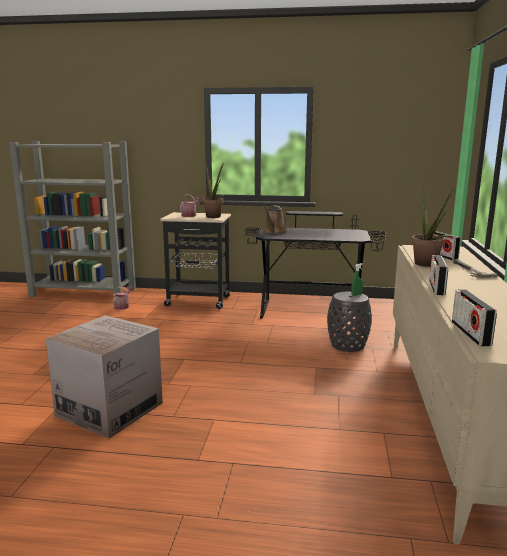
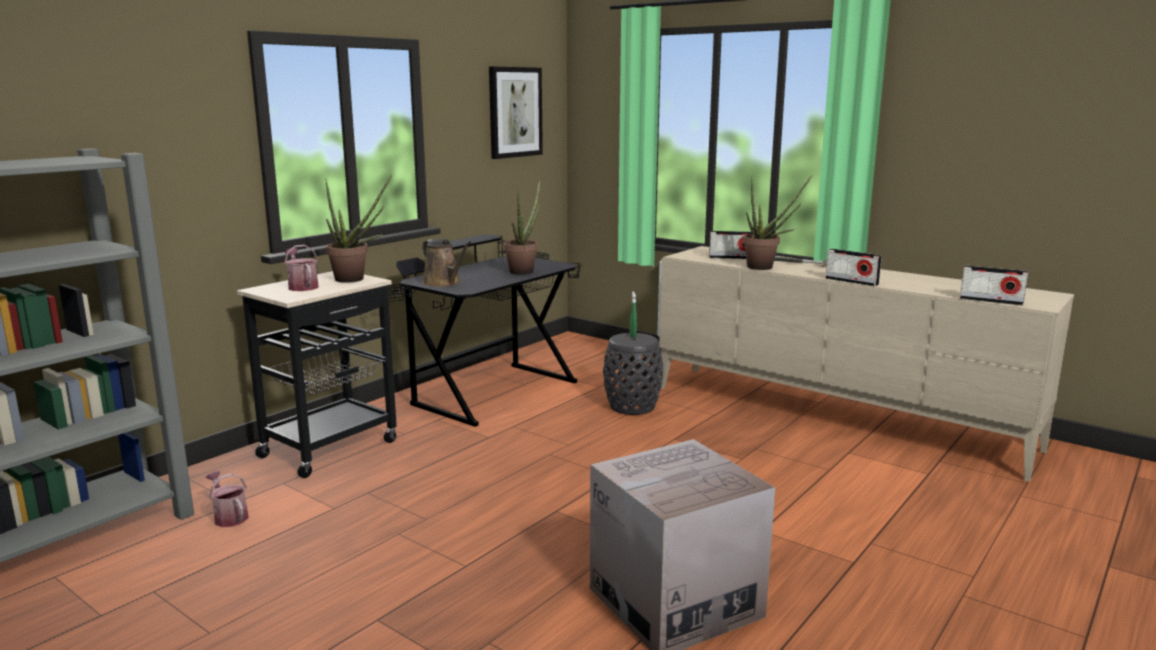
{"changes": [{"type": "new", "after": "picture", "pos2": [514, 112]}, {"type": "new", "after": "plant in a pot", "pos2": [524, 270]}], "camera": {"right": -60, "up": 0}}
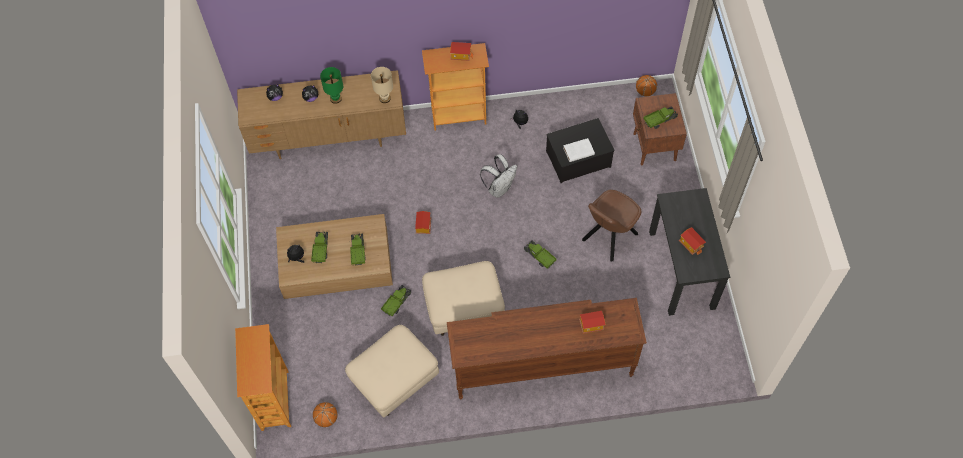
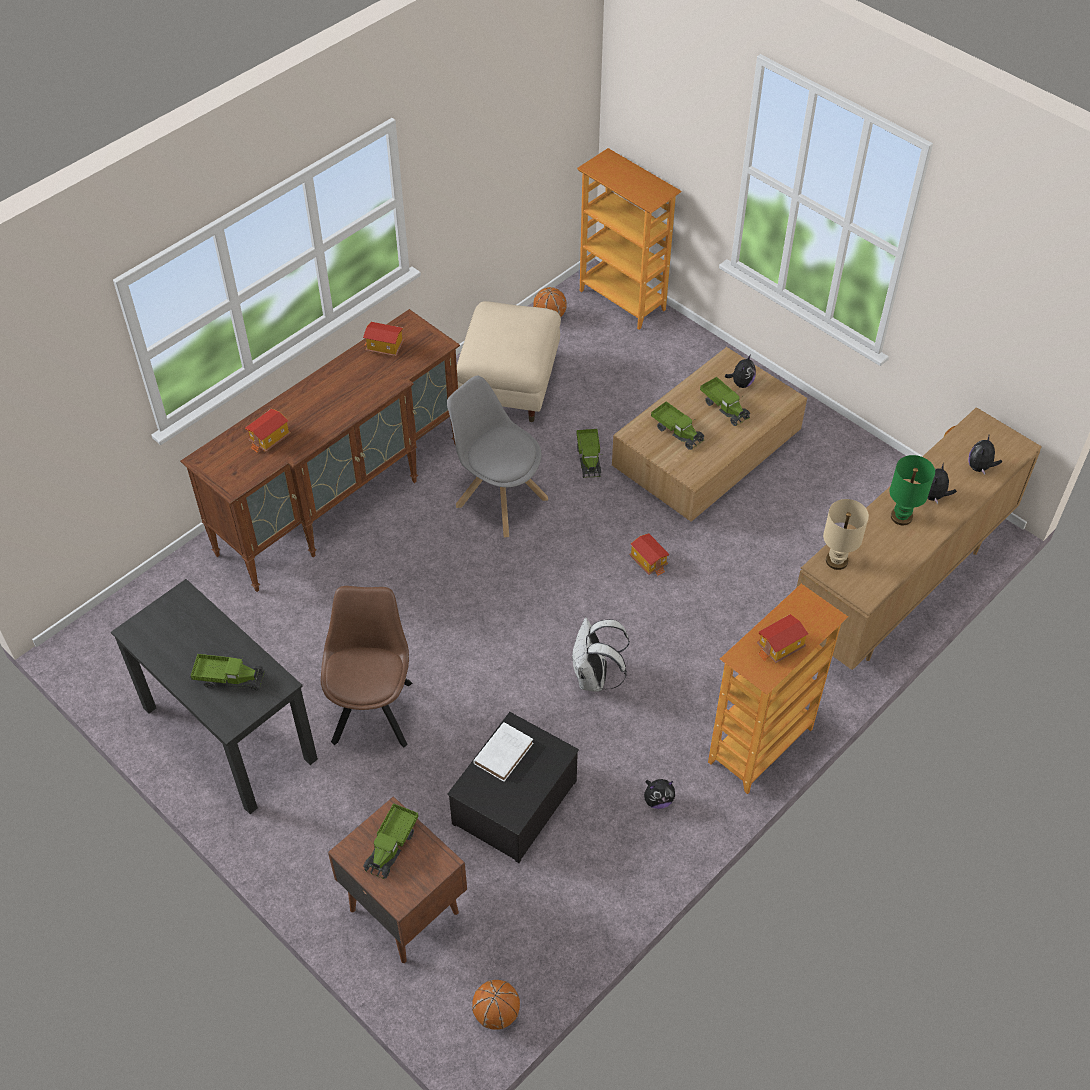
{"changes": [{"type": "swapped", "before": "pouffe (sand-coloured)", "after": "upright chair (greyish)", "pos1": [463, 310], "pos2": [498, 500]}, {"type": "shifted", "before": "toy truck", "pos1": [539, 257], "pos2": [229, 678]}, {"type": "shifted", "before": "miniature house", "pos1": [691, 244], "pos2": [384, 348]}], "camera": {"right": 140, "up": -10}}
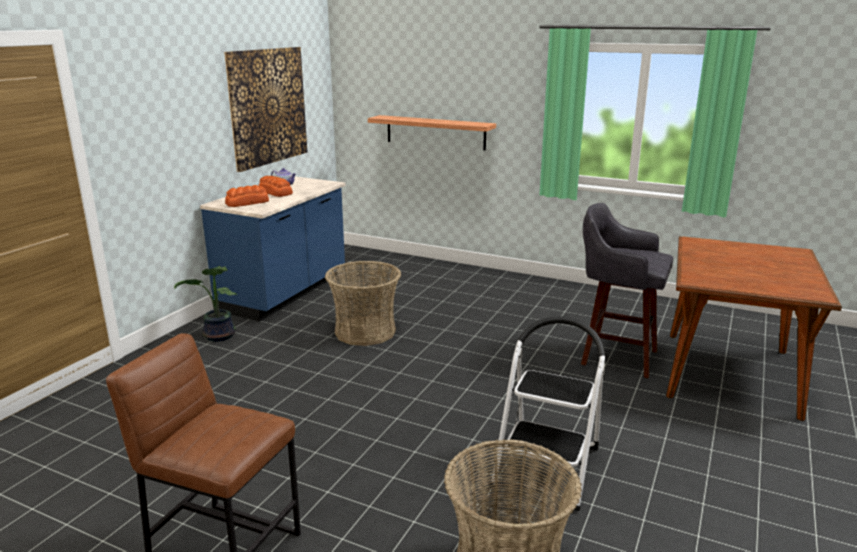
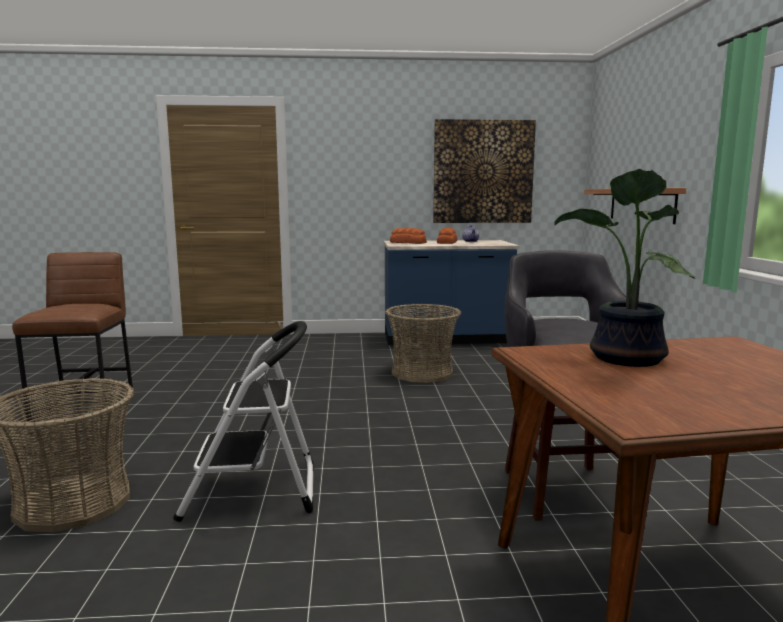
{"changes": [{"type": "shifted", "before": "plant in a pot", "pos1": [218, 336], "pos2": [623, 359]}], "camera": {"right": 60, "up": -10}}
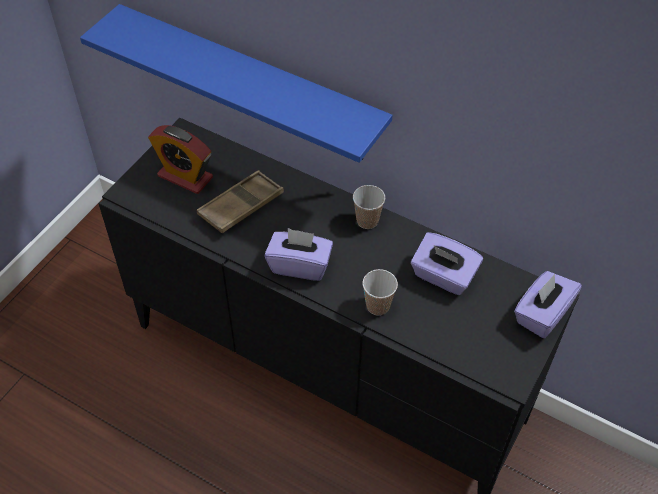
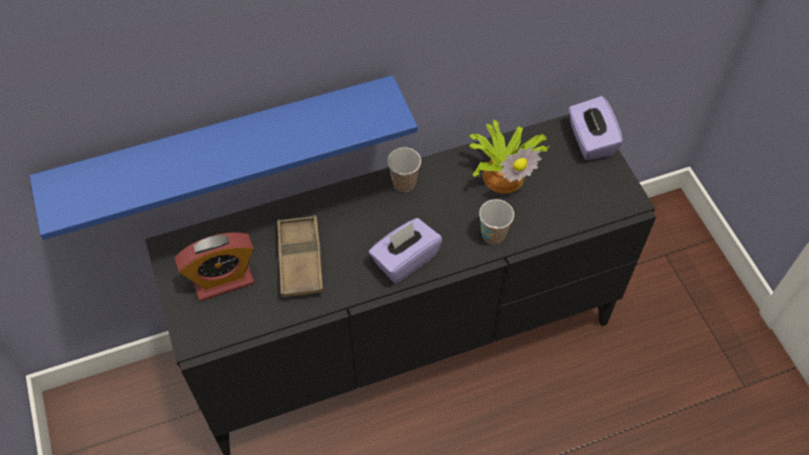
{"changes": [{"type": "swapped", "before": "tissue holder (purple)", "after": "plant in a pot", "pos1": [443, 276], "pos2": [504, 174]}], "camera": {"right": -50, "up": 5}}
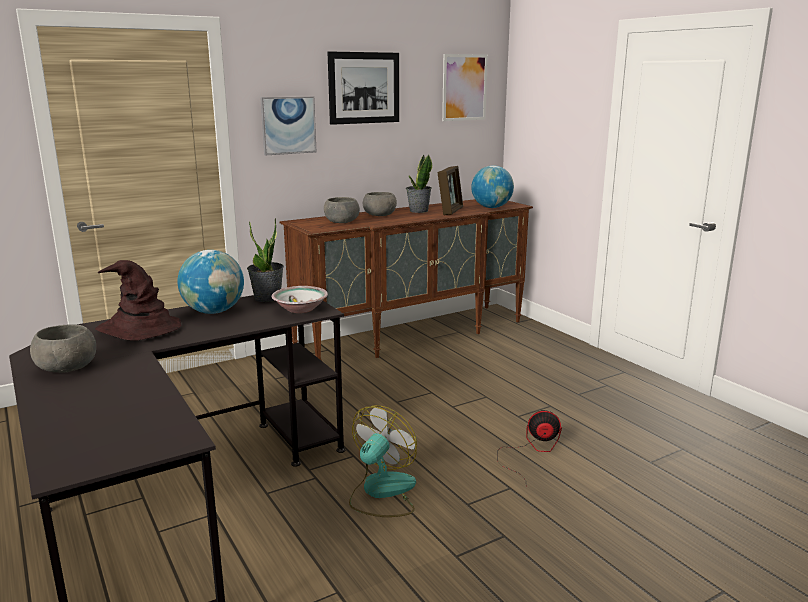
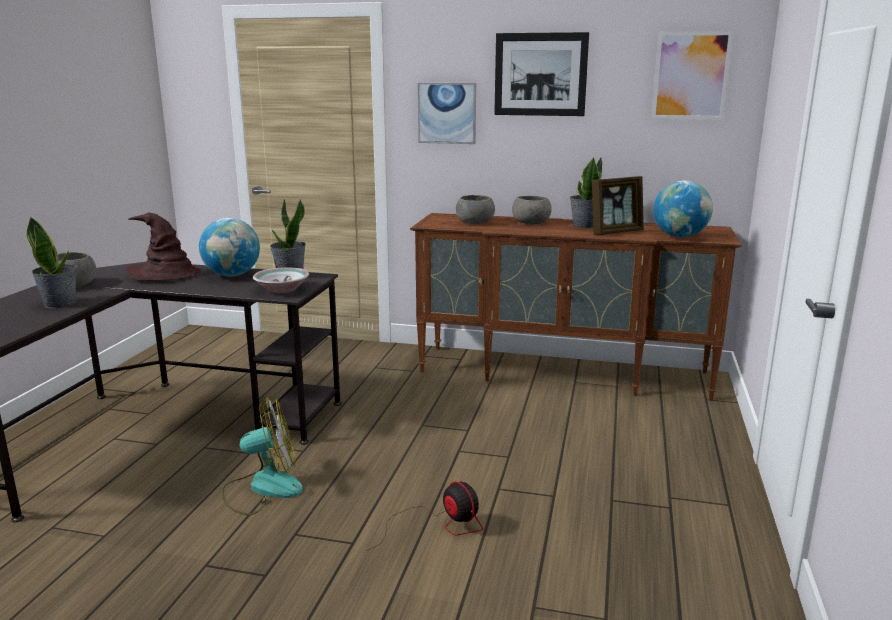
{"changes": [{"type": "new", "after": "plant in a pot", "pos2": [60, 303]}], "camera": {"right": 45, "up": 0}}
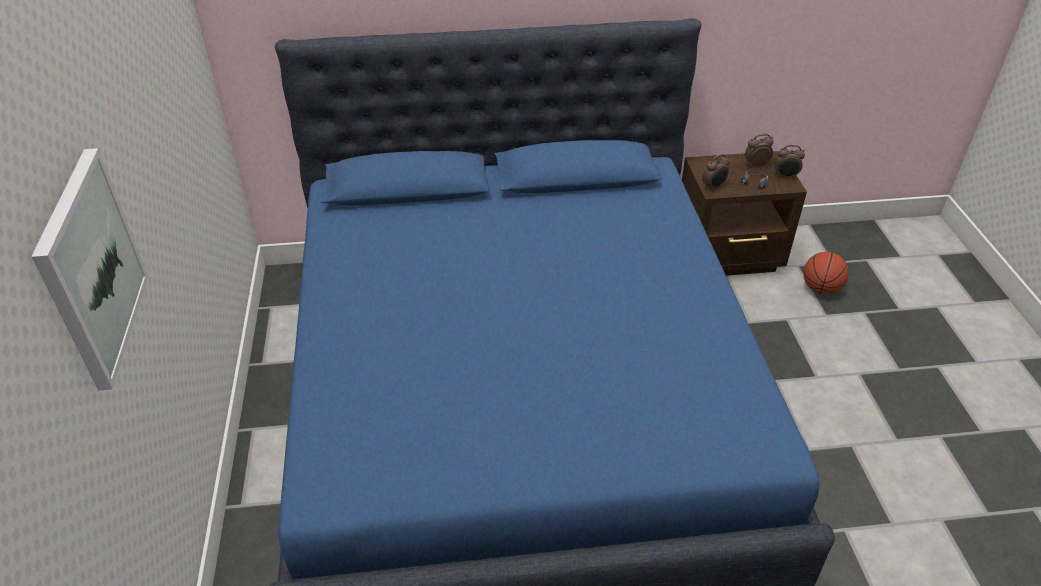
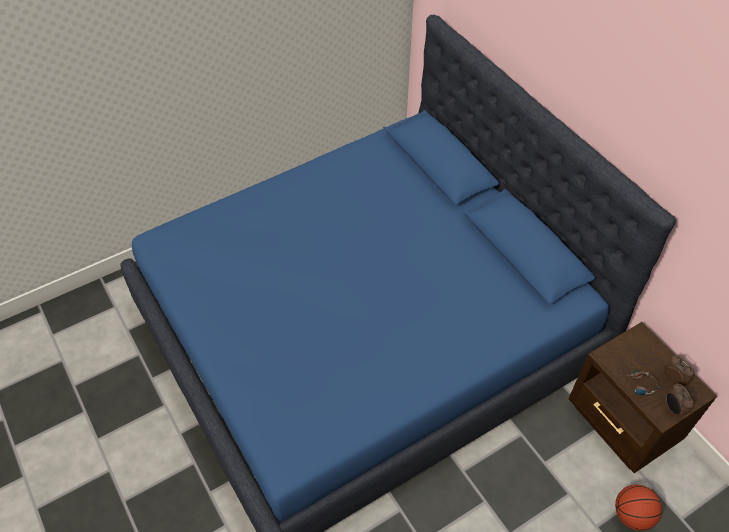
{"changes": [{"type": "gone", "before": "picture", "pos1": [91, 268]}, {"type": "gone", "before": "table clock", "pos1": [713, 187]}], "camera": {"right": 65, "up": 10}}
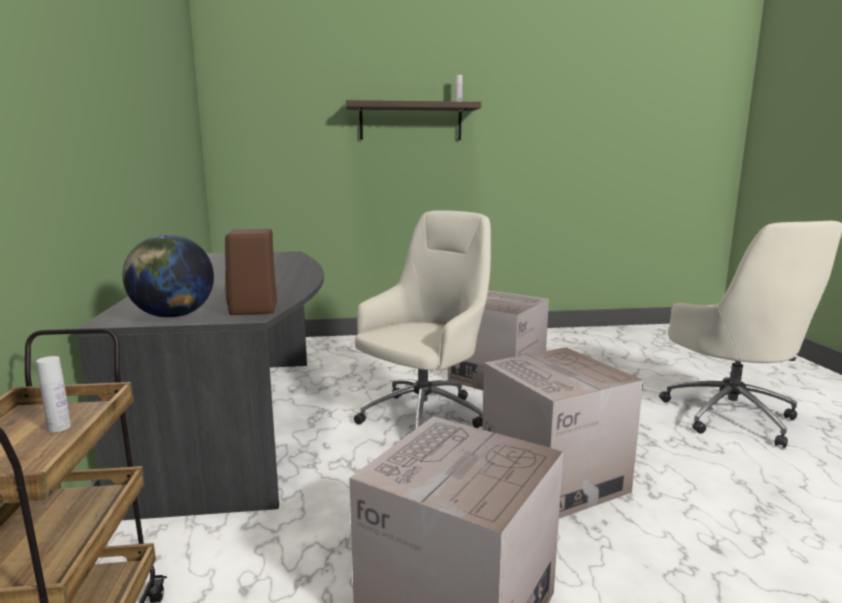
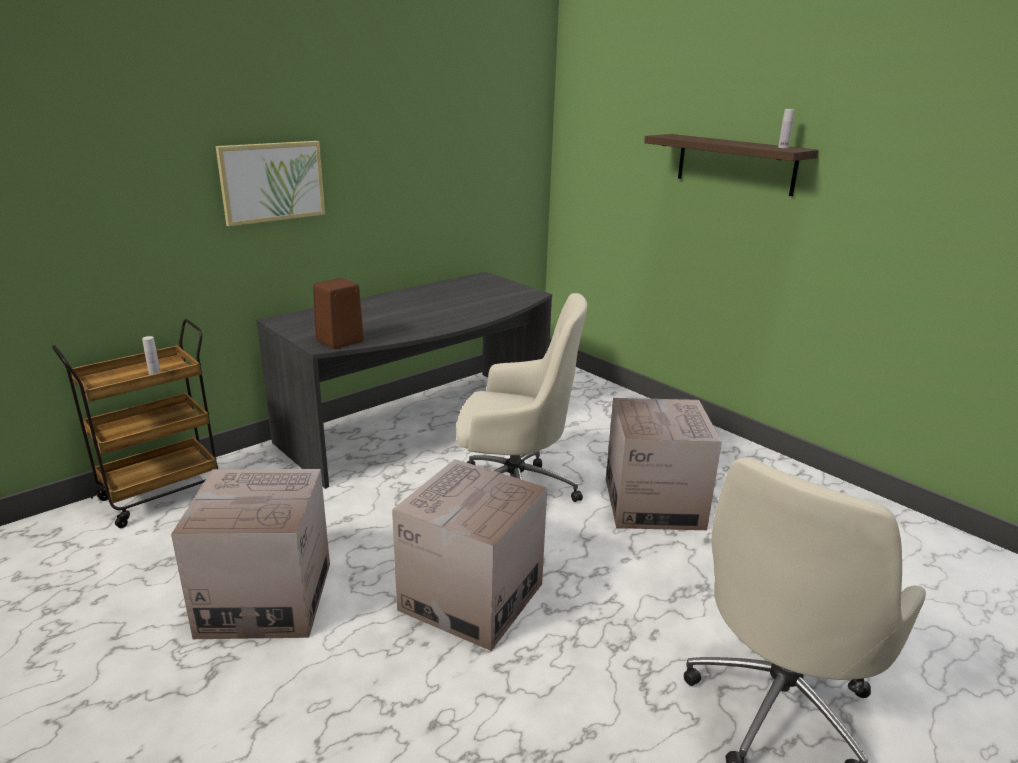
{"changes": [{"type": "gone", "before": "world globe", "pos1": [173, 316]}, {"type": "new", "after": "picture", "pos2": [272, 182]}], "camera": {"right": 55, "up": 10}}
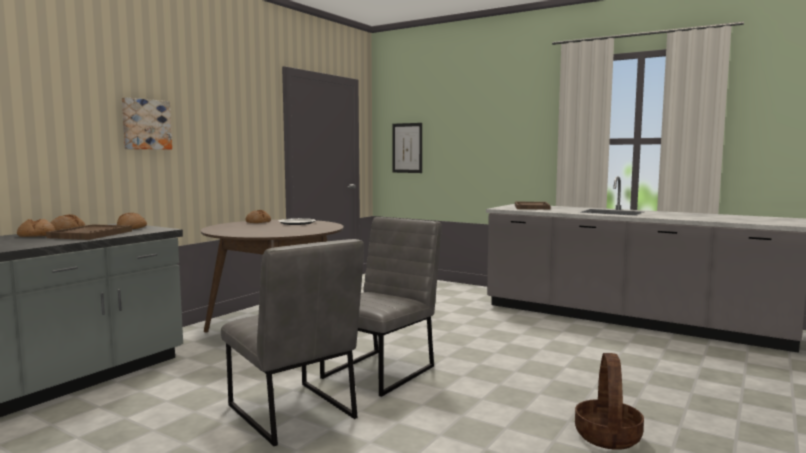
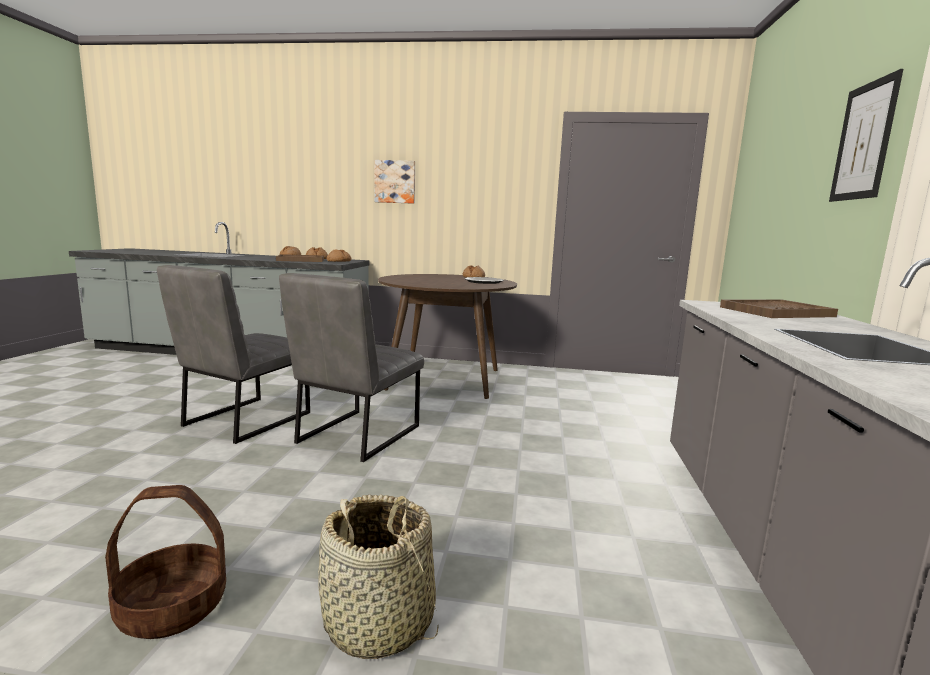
{"changes": [{"type": "rotated", "before": "upright chair (greyish)", "pos1": [381, 371], "pos2": [356, 435], "turn": 105}, {"type": "shifted", "before": "picture", "pos1": [407, 148], "pos2": [863, 141]}, {"type": "new", "after": "household basket", "pos2": [379, 623]}], "camera": {"right": 65, "up": 5}}
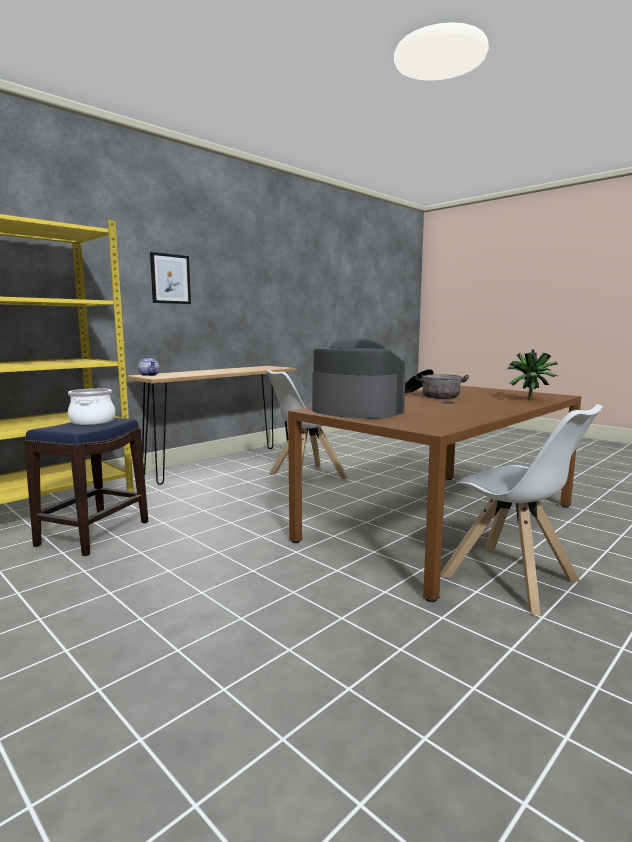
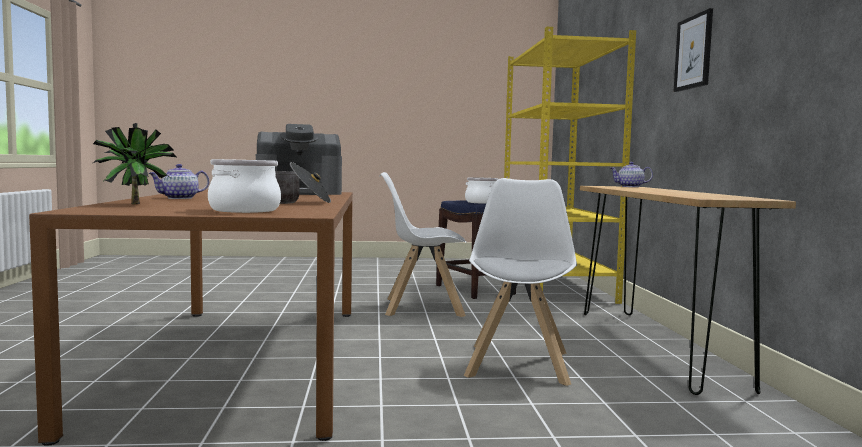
{"changes": [{"type": "shifted", "before": "upright chair", "pos1": [513, 580], "pos2": [421, 308]}, {"type": "new", "after": "tea pot", "pos2": [179, 198]}, {"type": "new", "after": "cooking pot", "pos2": [244, 210]}], "camera": {"right": 130, "up": -5}}
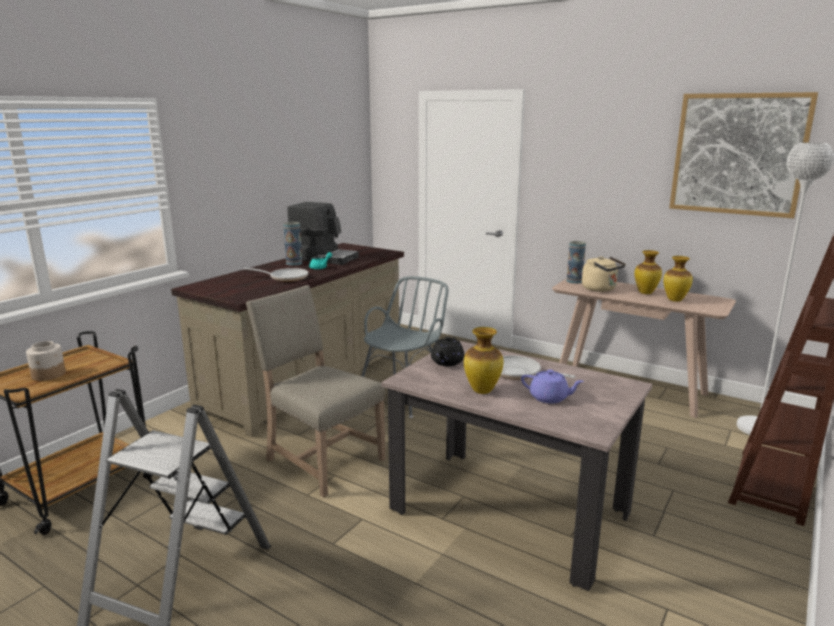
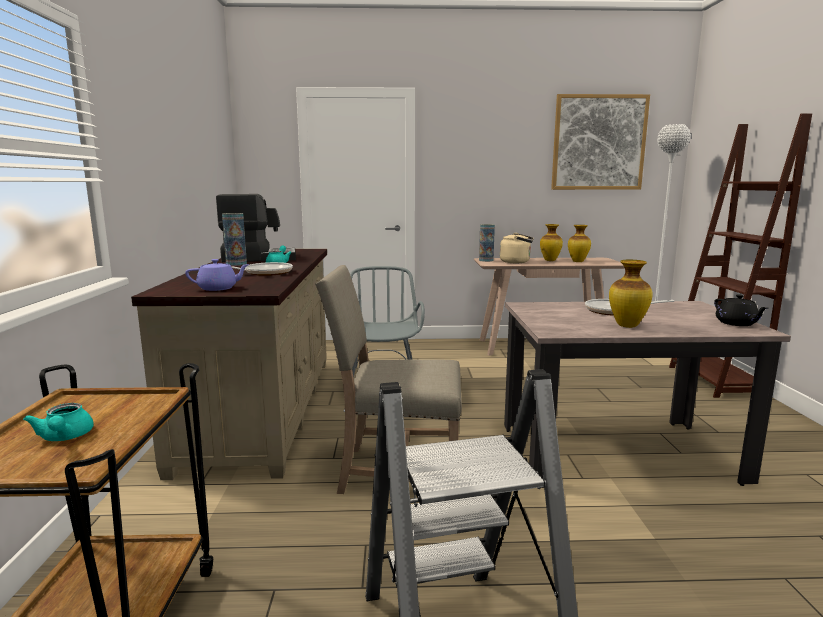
{"changes": [{"type": "swapped", "before": "preserve jar", "after": "tea pot (turquoise)", "pos1": [49, 375], "pos2": [65, 437]}, {"type": "shifted", "before": "tea pot (black)", "pos1": [447, 362], "pos2": [737, 323]}, {"type": "shifted", "before": "tea pot (purple)", "pos1": [549, 398], "pos2": [218, 288]}], "camera": {"right": -35, "up": -5}}
